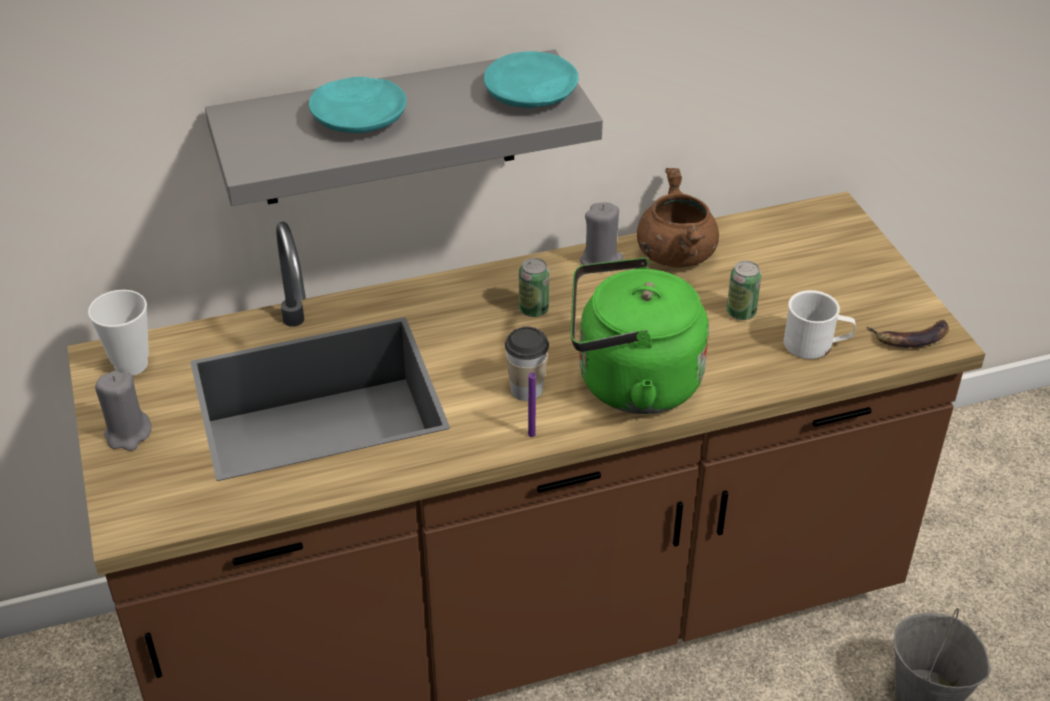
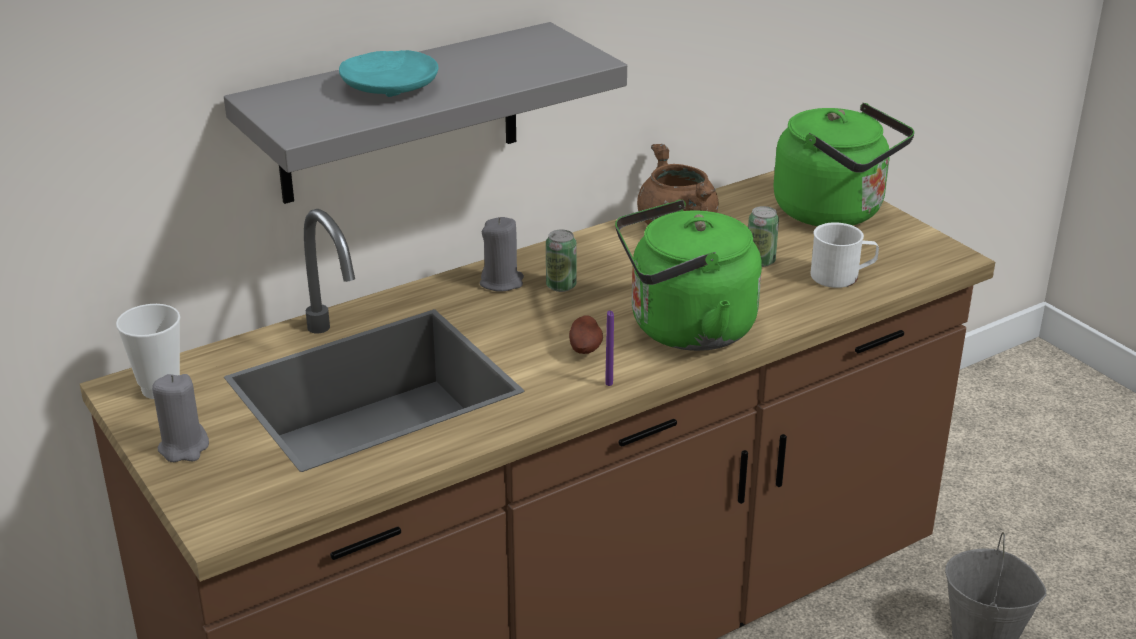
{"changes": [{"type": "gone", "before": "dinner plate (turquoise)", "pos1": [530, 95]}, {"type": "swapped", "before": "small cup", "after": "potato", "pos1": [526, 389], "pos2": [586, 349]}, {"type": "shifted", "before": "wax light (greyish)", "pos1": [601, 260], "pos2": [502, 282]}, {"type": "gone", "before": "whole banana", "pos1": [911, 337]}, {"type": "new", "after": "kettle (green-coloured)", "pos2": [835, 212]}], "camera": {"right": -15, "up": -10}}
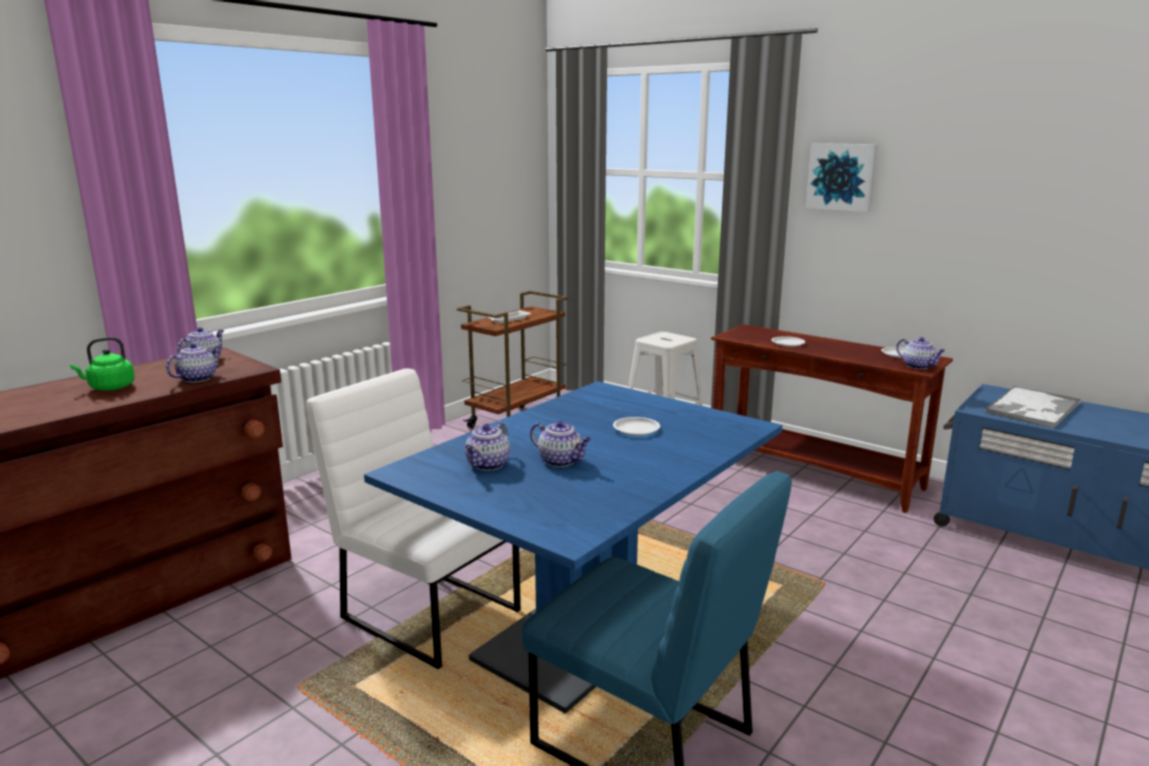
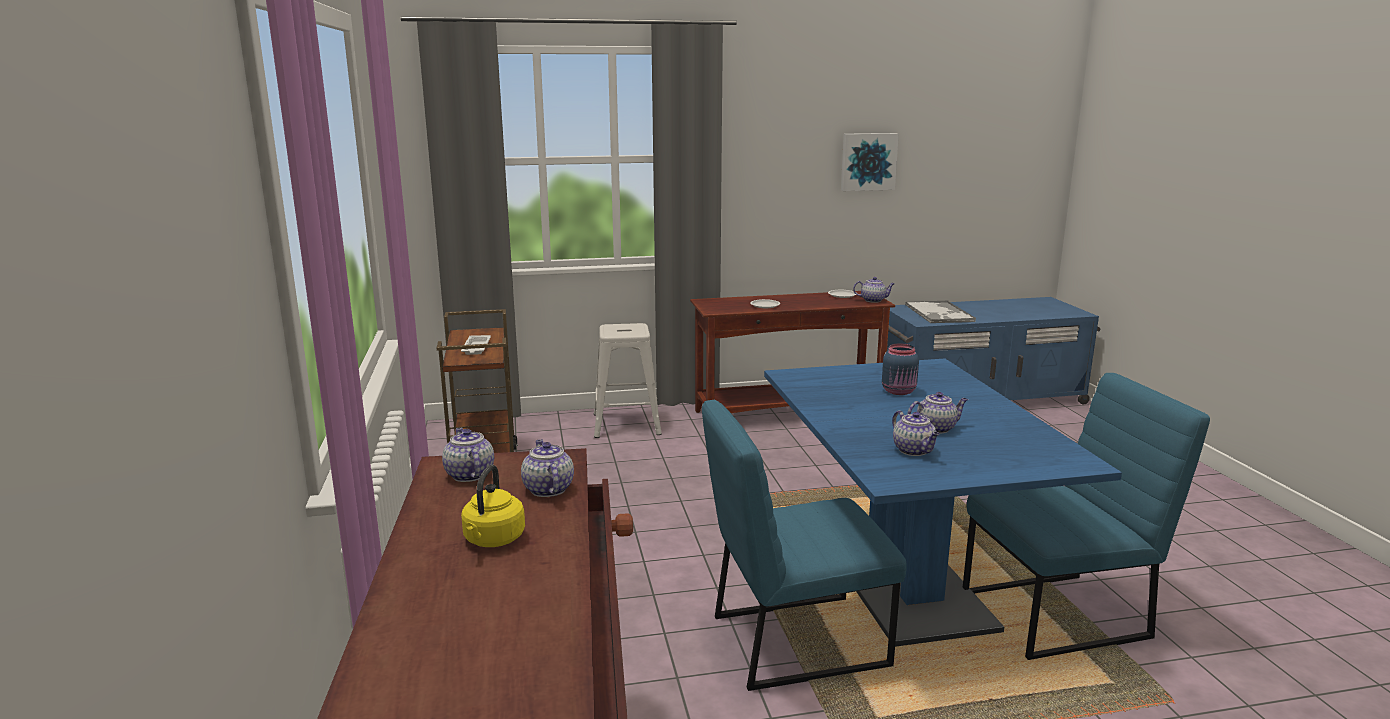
{"changes": [{"type": "repainted", "before": "kettle (green-coloured)", "after": "kettle (yellow)", "pos1": [109, 388], "pos2": [493, 540]}, {"type": "repainted", "before": "upright chair (white)", "after": "upright chair (blue-coloured)", "pos1": [428, 611], "pos2": [793, 640]}, {"type": "swapped", "before": "dinner plate (white)", "after": "preserve jar (blue-coloured)", "pos1": [636, 429], "pos2": [899, 391]}, {"type": "shifted", "before": "picture", "pos1": [842, 177], "pos2": [868, 161]}], "camera": {"right": -50, "up": 0}}
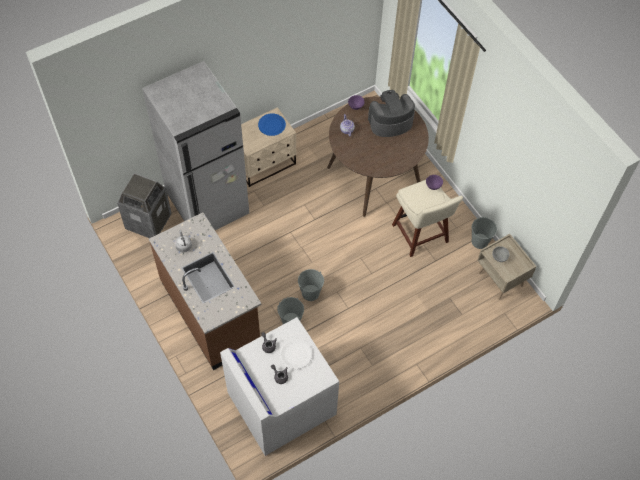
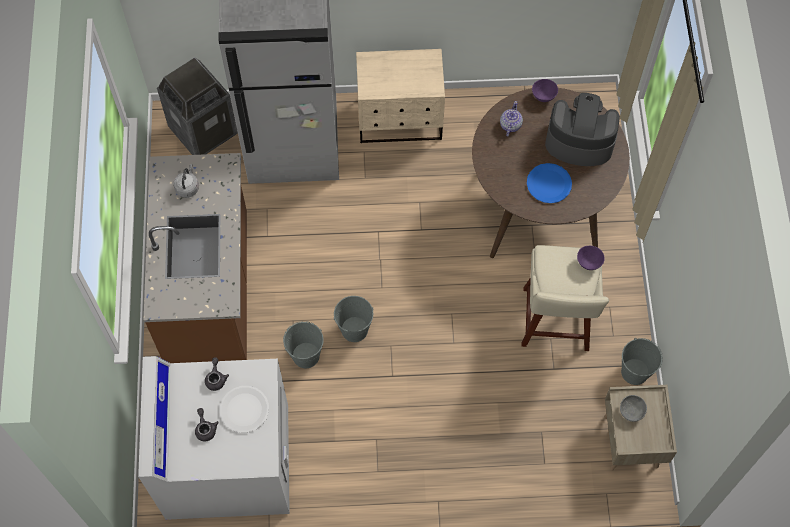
{"changes": [{"type": "shifted", "before": "dinner plate (blue-coloured)", "pos1": [271, 125], "pos2": [548, 184]}], "camera": {"right": 30, "up": 5}}
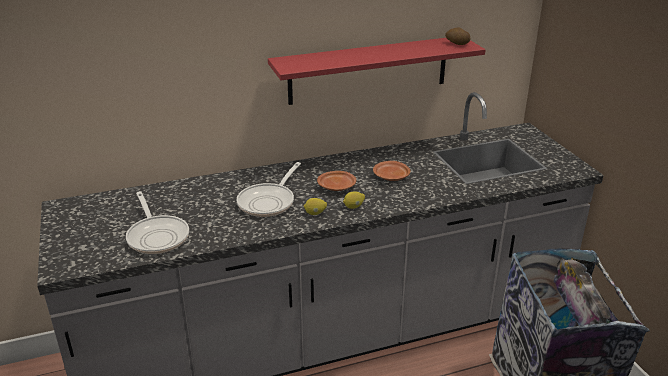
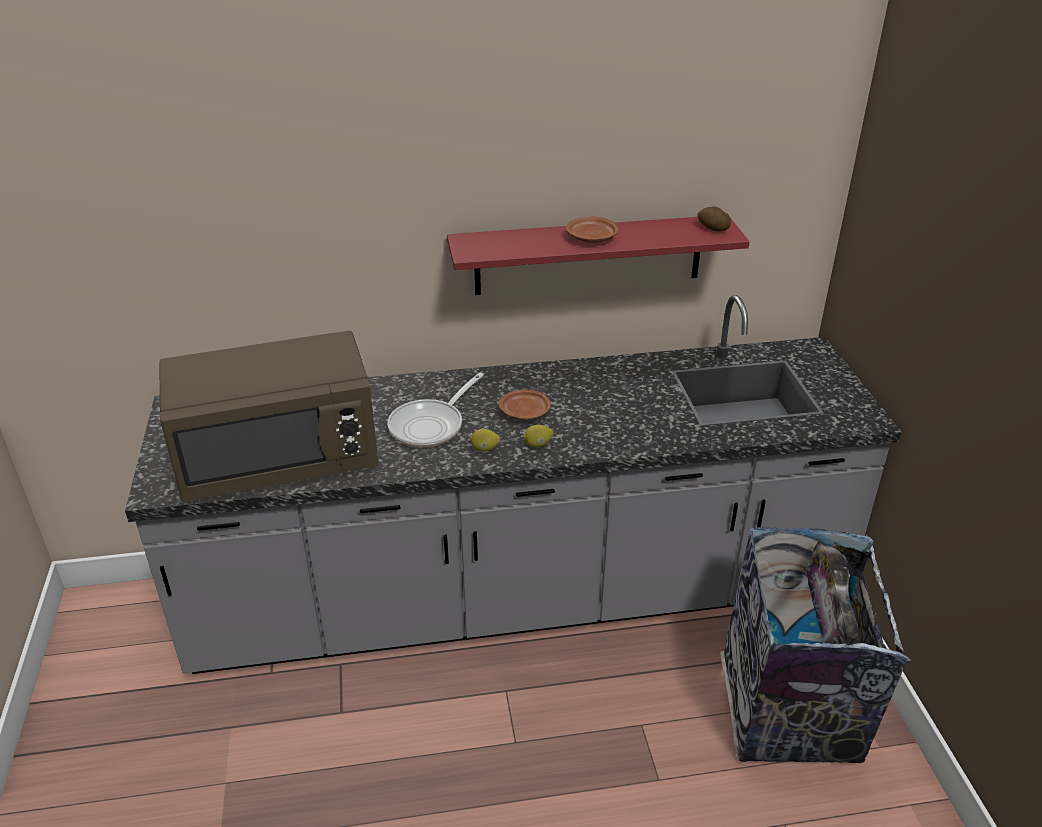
{"changes": [{"type": "swapped", "before": "skillet", "after": "microwave oven (brownish)", "pos1": [157, 236], "pos2": [280, 459]}, {"type": "shifted", "before": "dinner plate (brownish)", "pos1": [391, 177], "pos2": [591, 238]}], "camera": {"right": 10, "up": 5}}
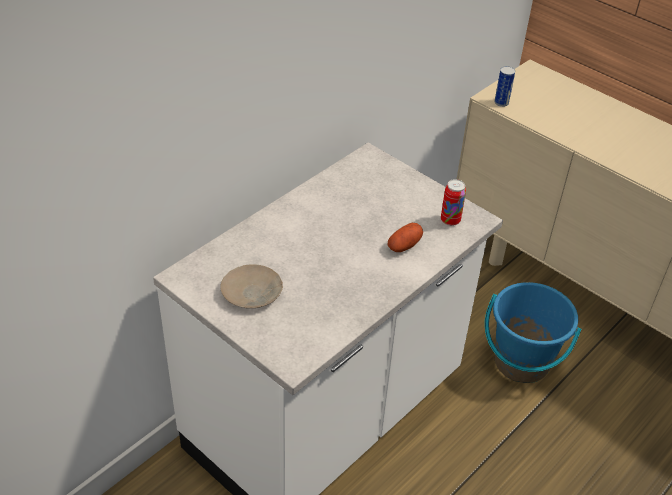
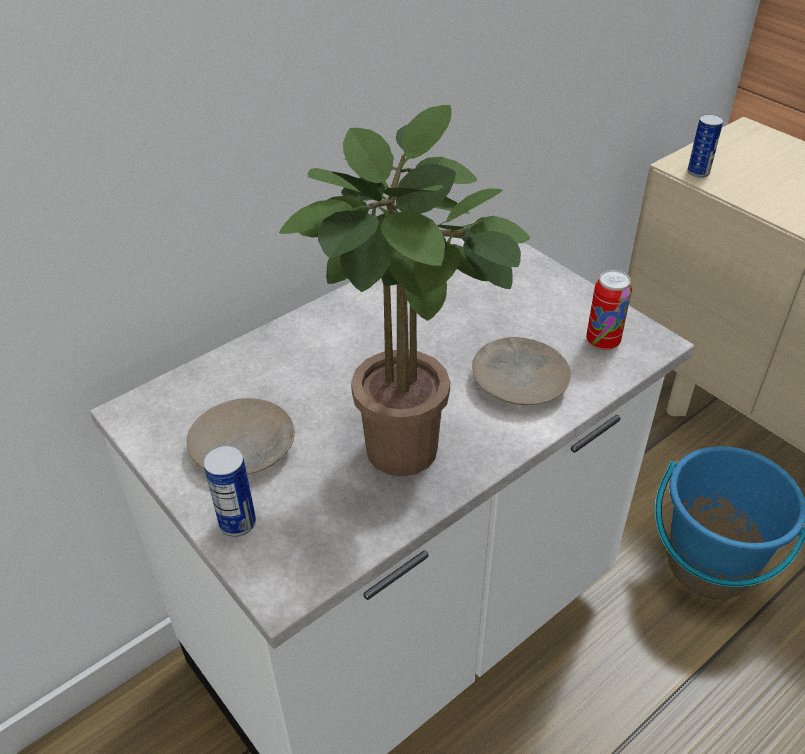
{"changes": [{"type": "swapped", "before": "potato", "after": "dinner plate (sand-coloured)", "pos1": [404, 245], "pos2": [519, 380]}, {"type": "new", "after": "metal can", "pos2": [237, 523]}, {"type": "new", "after": "plant in a pot", "pos2": [408, 458]}], "camera": {"right": 10, "up": 0}}
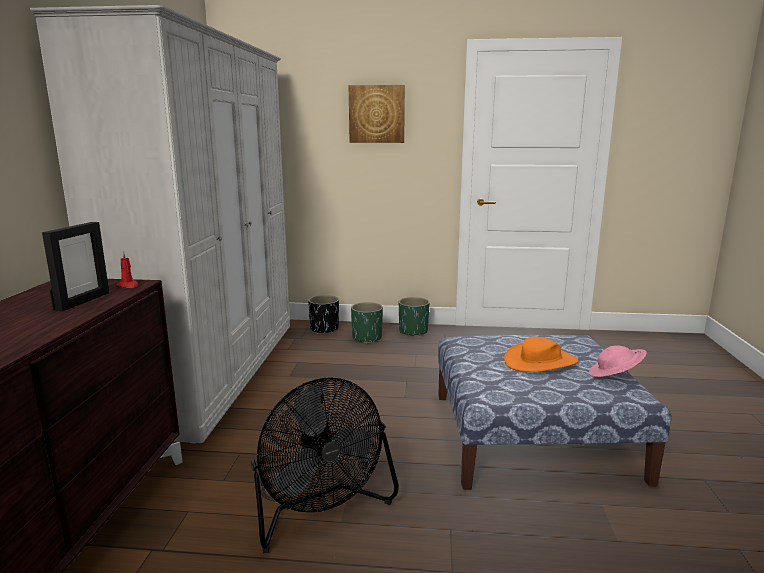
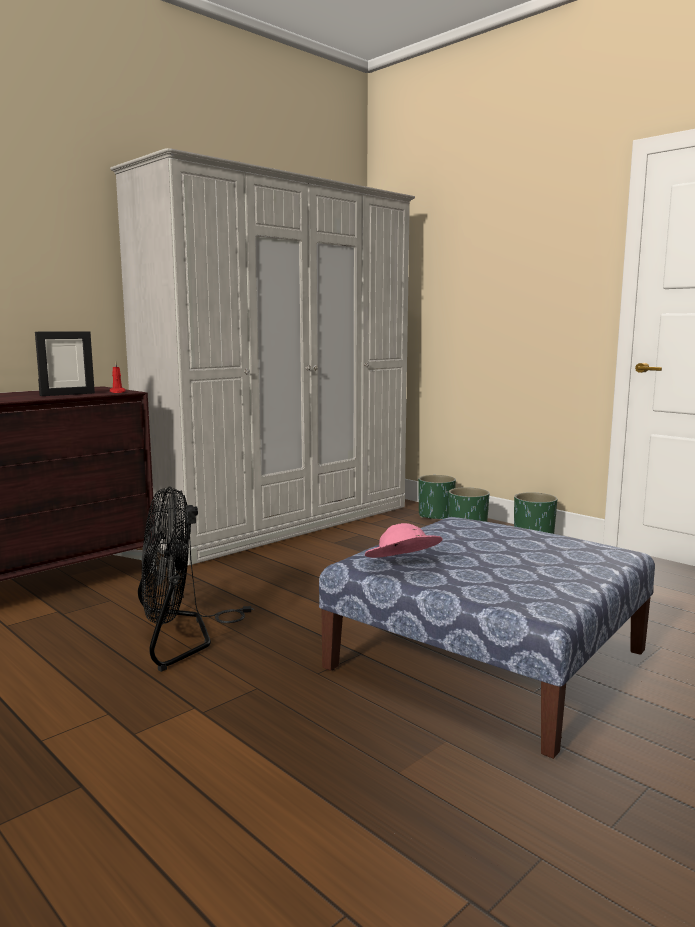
{"changes": [{"type": "rotated", "before": "cooling fan (black)", "pos1": [315, 511], "pos2": [183, 632], "turn": 60}, {"type": "repainted", "before": "plant pot (black)", "after": "plant pot (green-coloured)", "pos1": [324, 329], "pos2": [435, 516]}, {"type": "gone", "before": "picture", "pos1": [377, 114]}, {"type": "gone", "before": "hat (orange)", "pos1": [540, 362]}, {"type": "shifted", "before": "hat (pinkish)", "pos1": [615, 376], "pos2": [402, 566]}], "camera": {"right": 40, "up": -5}}
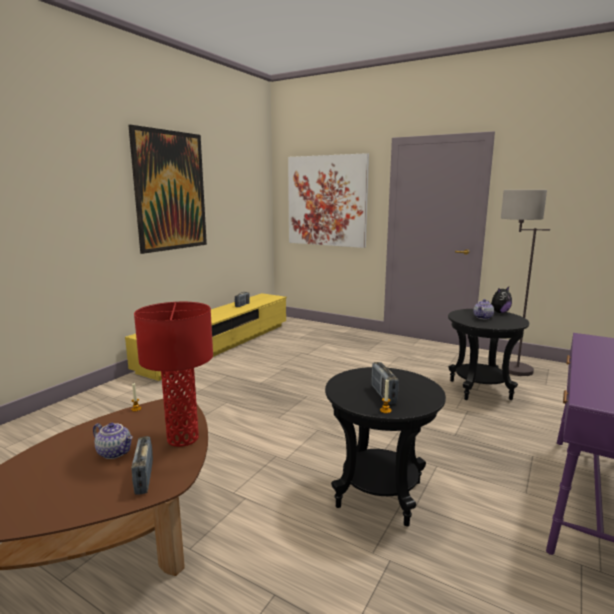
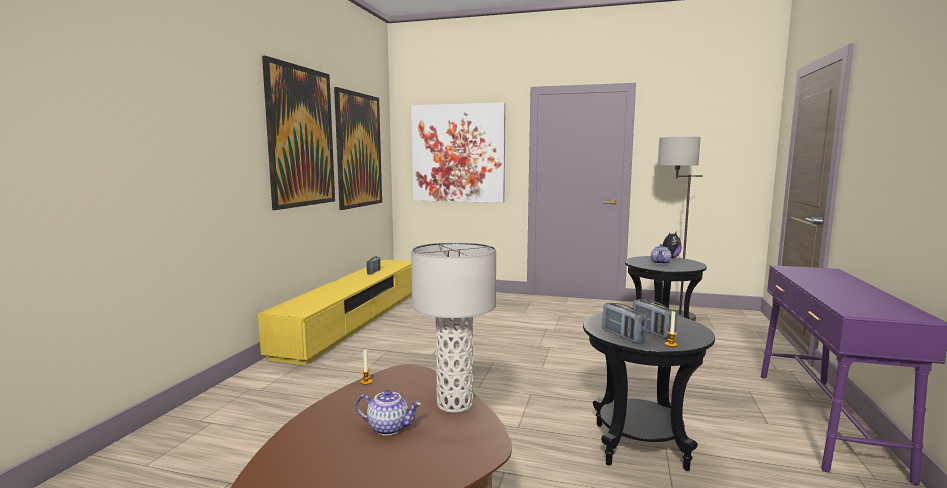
{"changes": [{"type": "shifted", "before": "radio receiver", "pos1": [144, 478], "pos2": [622, 336]}, {"type": "repainted", "before": "tabletop lamp (red-coloured)", "after": "tabletop lamp (white)", "pos1": [183, 438], "pos2": [455, 403]}, {"type": "new", "after": "picture", "pos2": [359, 150]}], "camera": {"right": -15, "up": -5}}
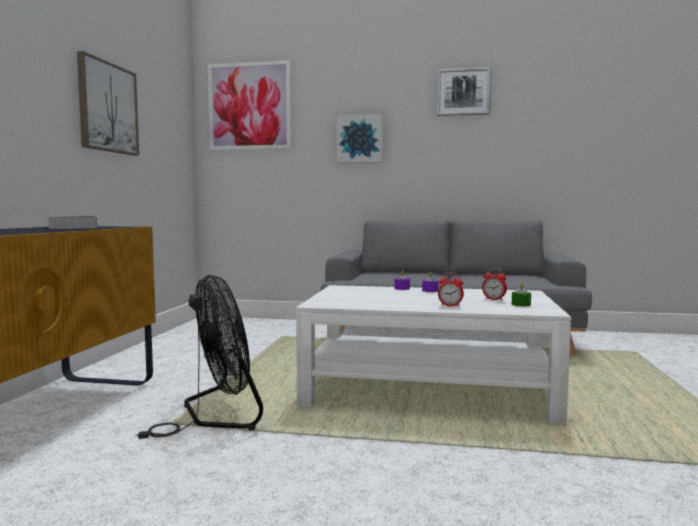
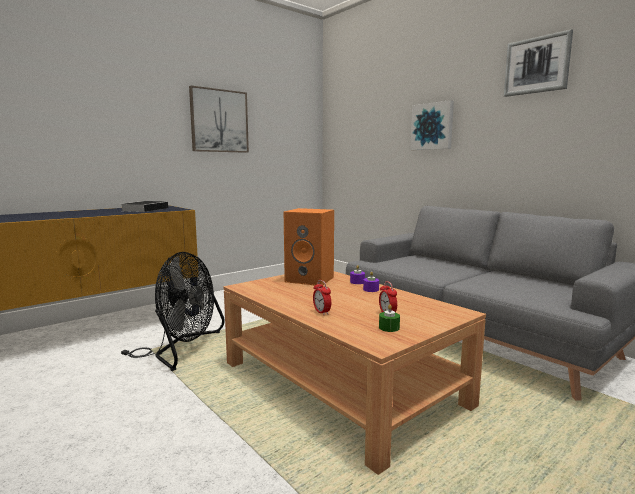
{"changes": [{"type": "gone", "before": "picture", "pos1": [249, 106]}, {"type": "repainted", "before": "lounge table (white)", "after": "lounge table (brownish)", "pos1": [429, 389], "pos2": [341, 383]}, {"type": "new", "after": "audio speaker (orange)", "pos2": [311, 279]}], "camera": {"right": 40, "up": 5}}
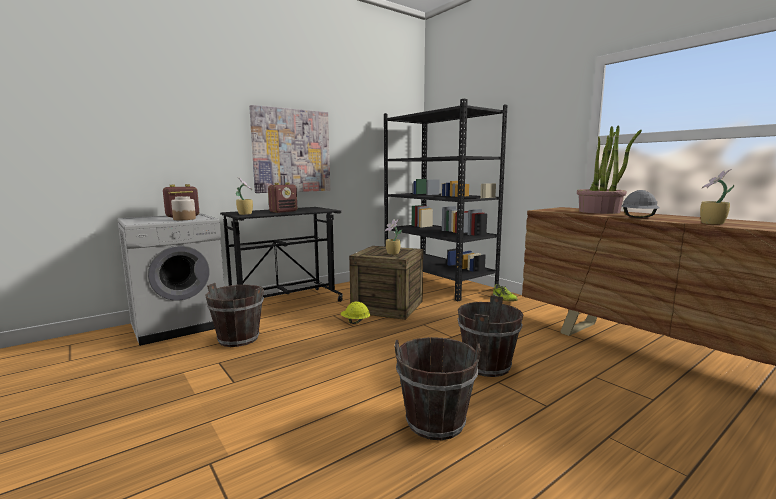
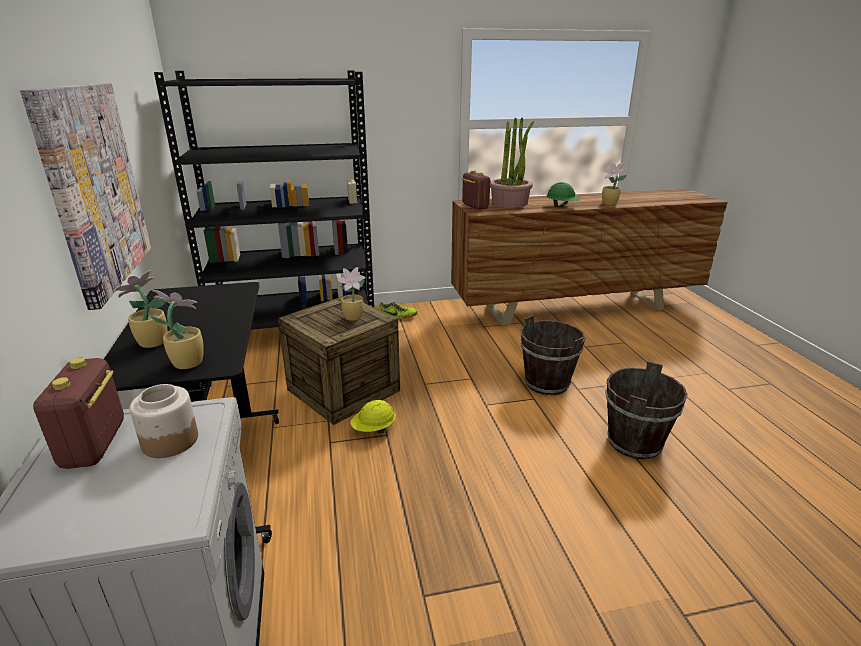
{"changes": [{"type": "gone", "before": "bucket (brownish)", "pos1": [239, 339]}, {"type": "shifted", "before": "radio receiver", "pos1": [283, 212], "pos2": [475, 206]}, {"type": "repainted", "before": "hard hat (greyish)", "after": "hard hat (green-coloured)", "pos1": [639, 217], "pos2": [562, 206]}, {"type": "new", "after": "plant in a pot", "pos2": [151, 343]}], "camera": {"right": -65, "up": 15}}
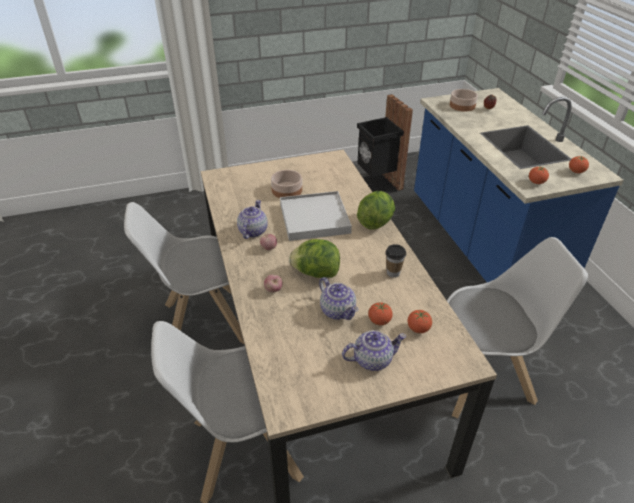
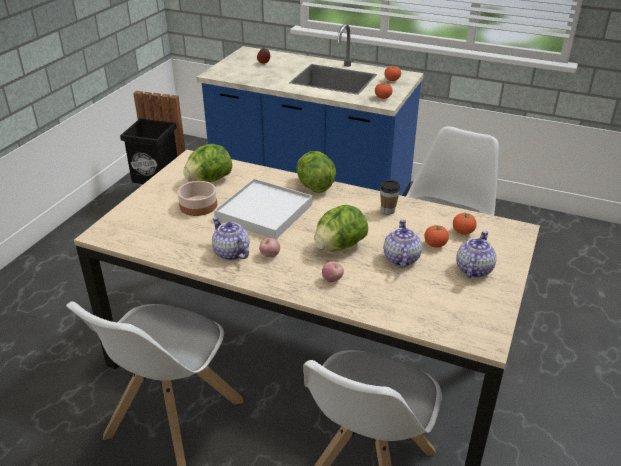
{"changes": [{"type": "rotated", "before": "tea pot", "pos1": [338, 311], "pos2": [400, 258], "turn": -90}, {"type": "gone", "before": "deep dish", "pos1": [462, 106]}, {"type": "new", "after": "lettuce", "pos2": [209, 180]}], "camera": {"right": -50, "up": -5}}
